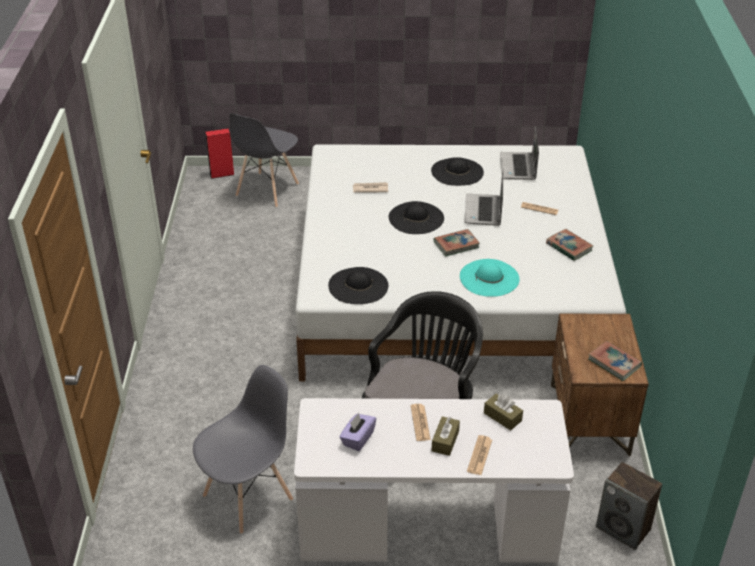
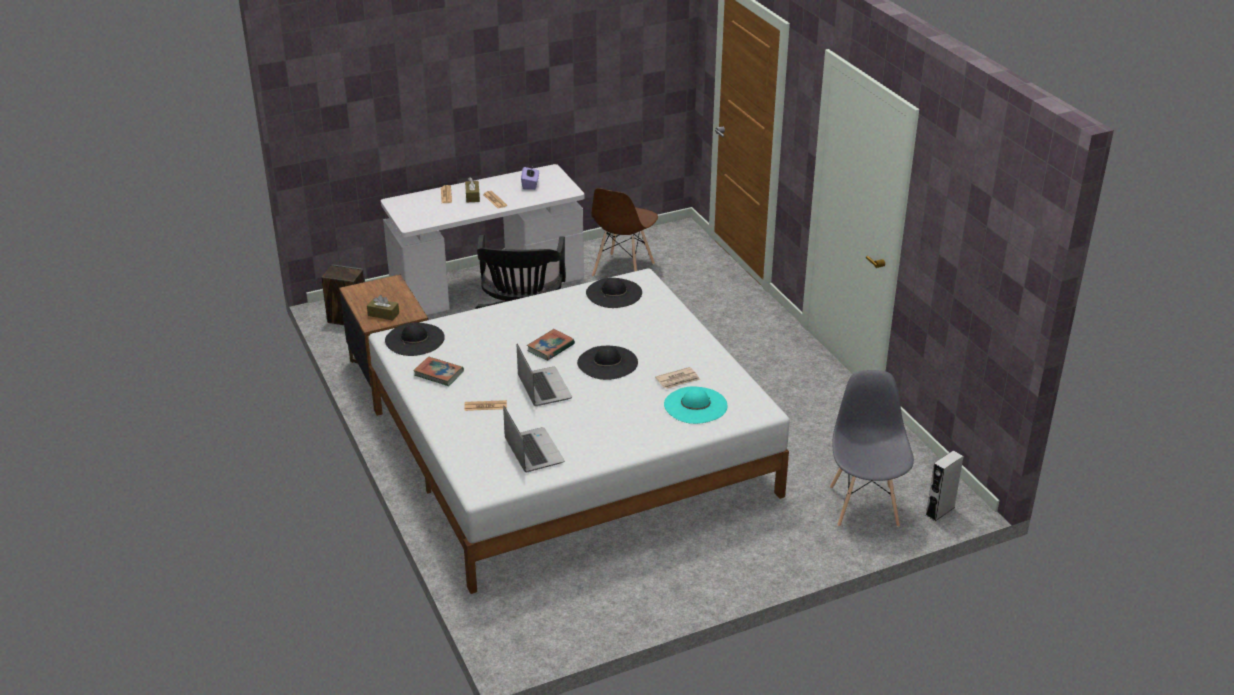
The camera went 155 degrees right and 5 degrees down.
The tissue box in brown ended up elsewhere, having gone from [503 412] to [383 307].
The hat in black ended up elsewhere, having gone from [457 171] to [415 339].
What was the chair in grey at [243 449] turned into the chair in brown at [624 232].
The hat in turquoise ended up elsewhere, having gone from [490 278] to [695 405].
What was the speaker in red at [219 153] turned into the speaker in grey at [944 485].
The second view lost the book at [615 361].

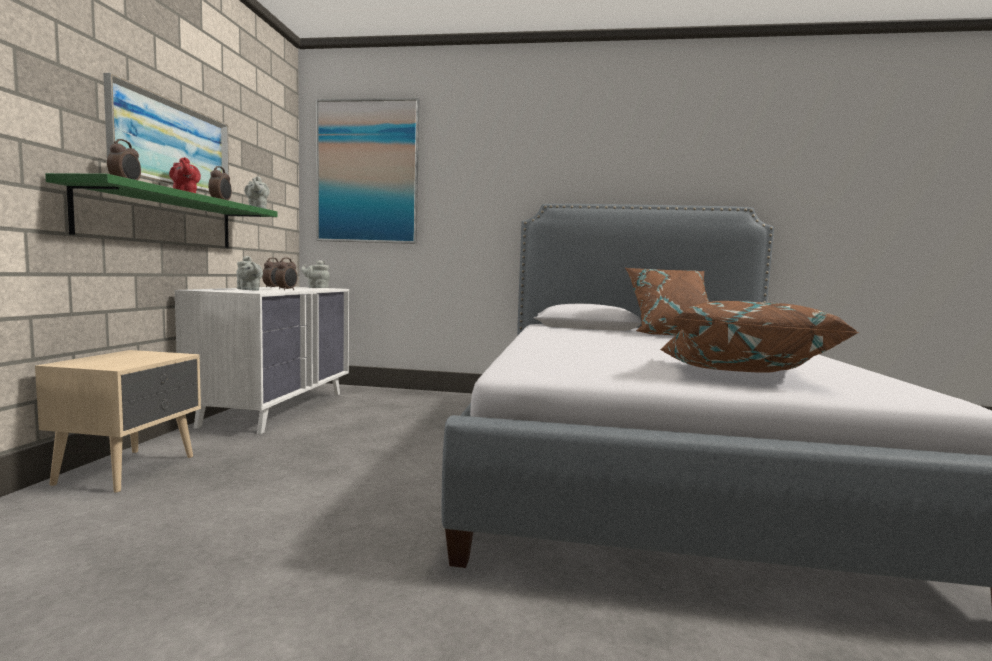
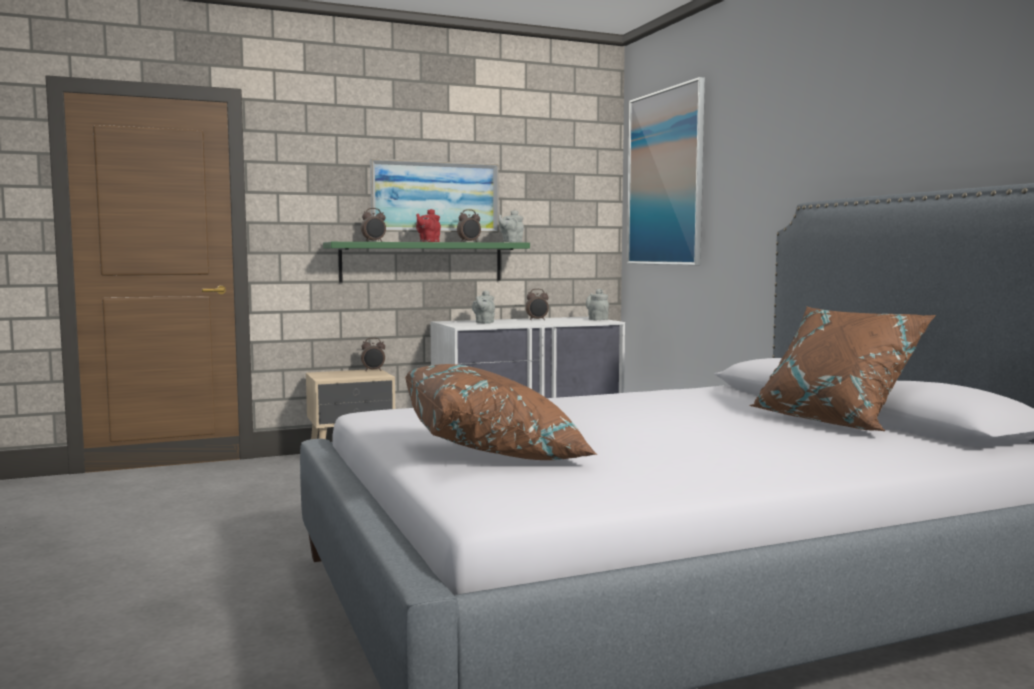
The camera went 60 degrees right and 0 degrees up.
The alarm clock ended up elsewhere, having gone from [286 274] to [373 354].

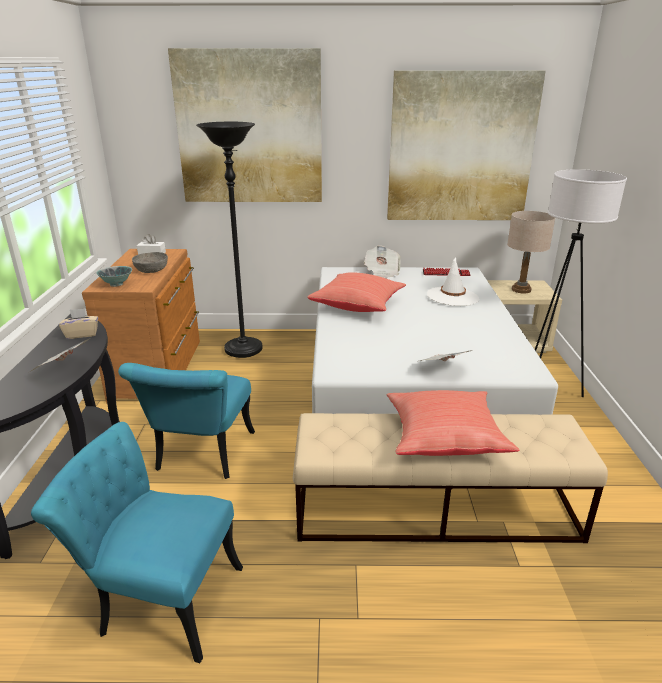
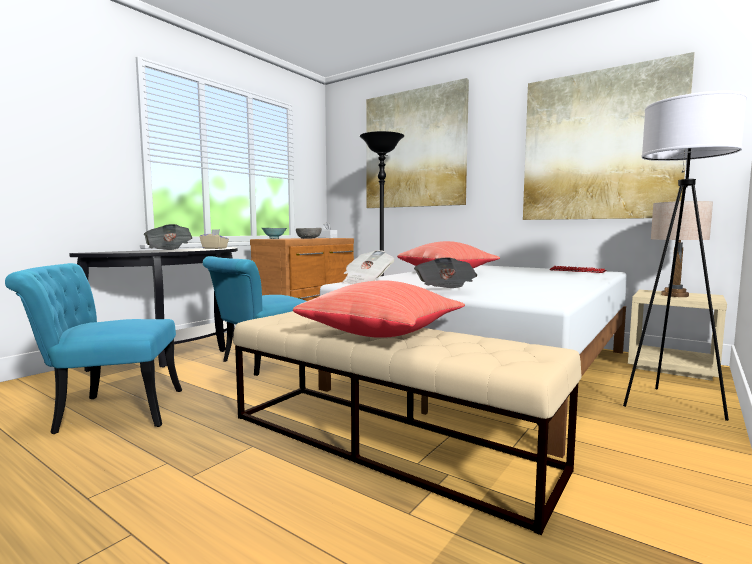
The camera went 35 degrees right and 20 degrees down.
The chair in turquoise at [137 542] ended up facing another way, 60 degrees counterclockwise from before.
The newspaper ended up elsewhere, having gone from [382 262] to [368 267].
The second view lost the hat in white at [453 281].

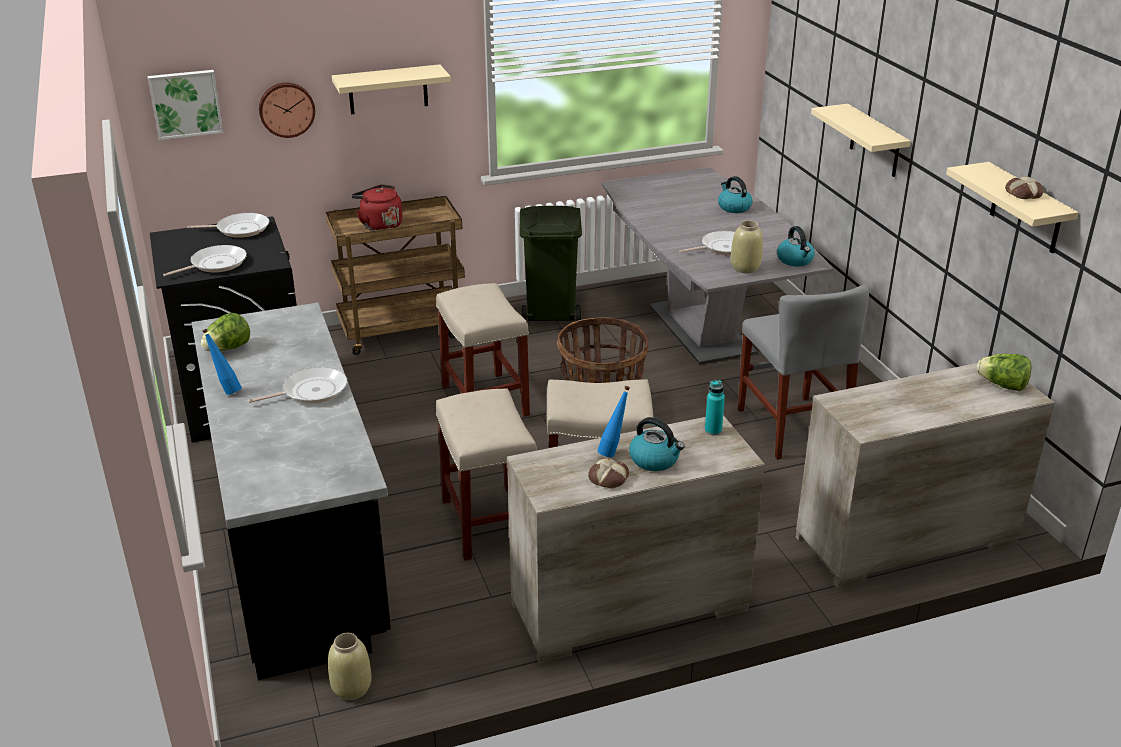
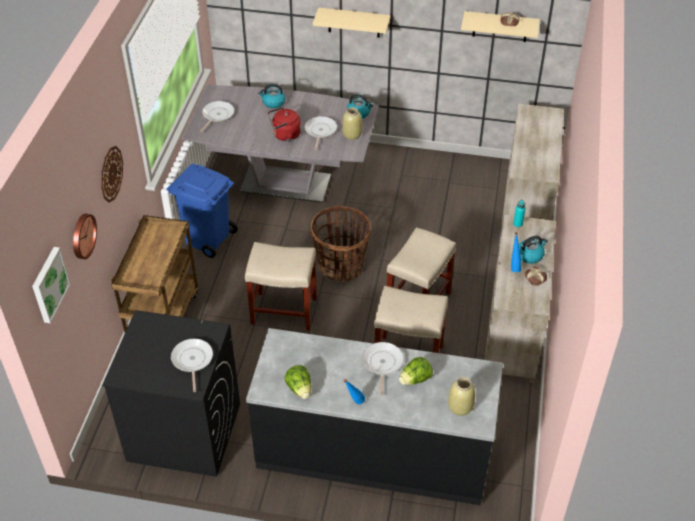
The camera went 60 degrees left and 15 degrees up.
Where the shelf in beige hung at [391 89], the wall clock came to hang at [112 174].
What was the trash can in green at [551 263] turned into the trash can in blue at [202 210].
The frying pan ended up elsewhere, having gone from [228 225] to [217 116].
The kettle in red ended up elsewhere, having gone from [376 207] to [284 124].
The lettuce ended up elsewhere, having gone from [1004 372] to [416 371].
The vase in beige ended up elsewhere, having gone from [350 666] to [461 396].
The second view lost the chair in grey at [803 372].

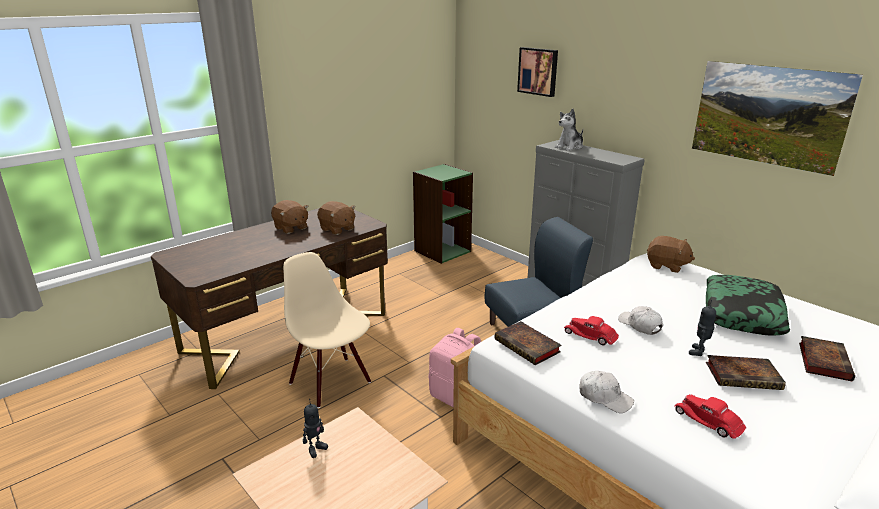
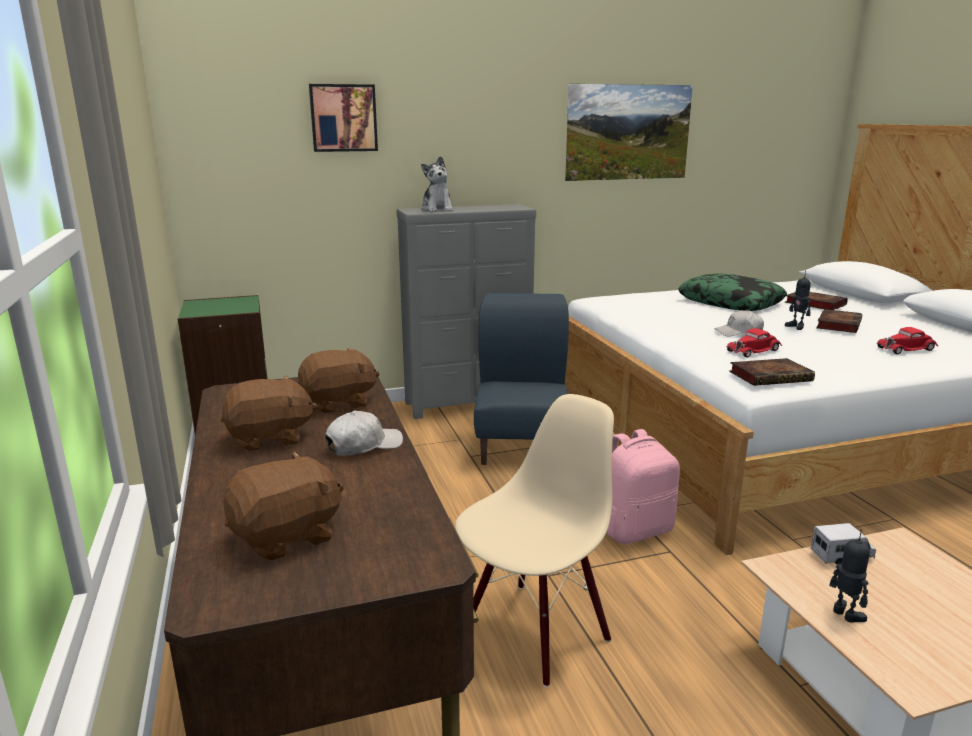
The camera went 65 degrees left and 5 degrees down.
The plush toy in brown ended up elsewhere, having gone from [671 254] to [283 506].
The cap in white ended up elsewhere, having gone from [606 392] to [364 433].
The chair in beige at [327 330] ended up facing another way, 150 degrees clockwise from before.
The second view gained the toy truck at [843 543].

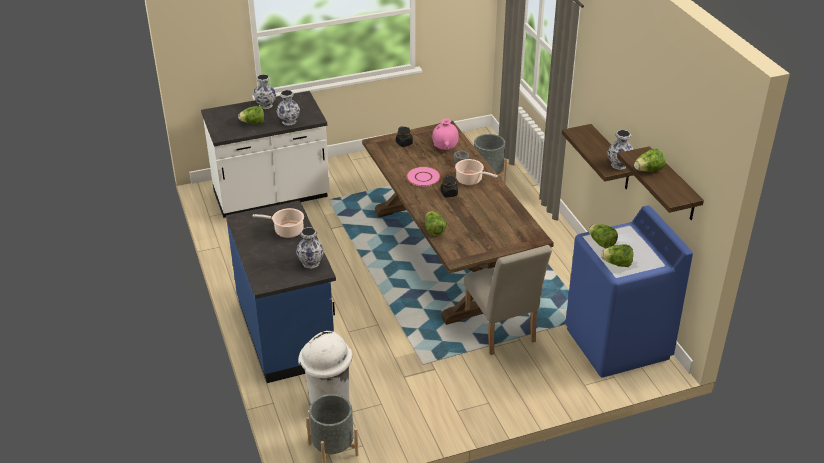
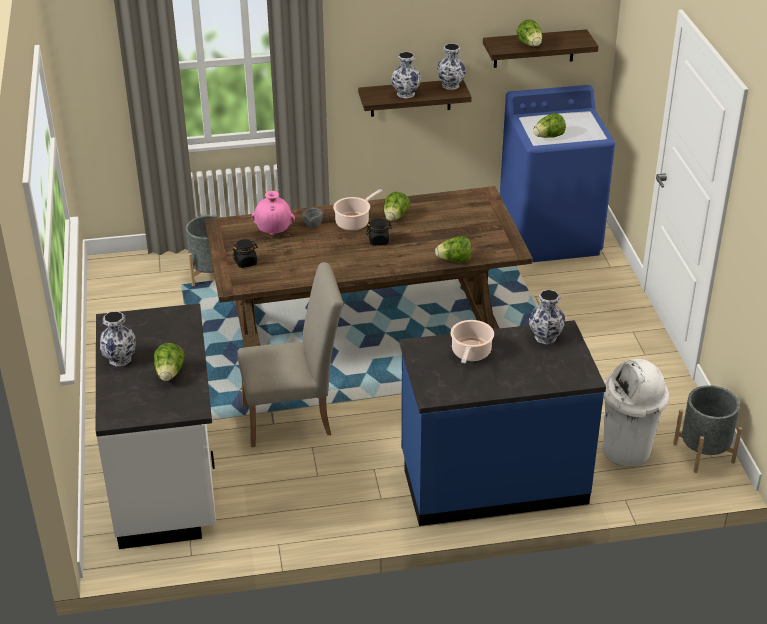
The camera went 80 degrees left and 0 degrees up.
The chair in beige ended up elsewhere, having gone from [508 300] to [290 354].
The lettuce ended up elsewhere, having gone from [617 255] to [396 206].
The vase ended up elsewhere, having gone from [288 108] to [406 75].
The second view lost the plate in pink at [423 176].

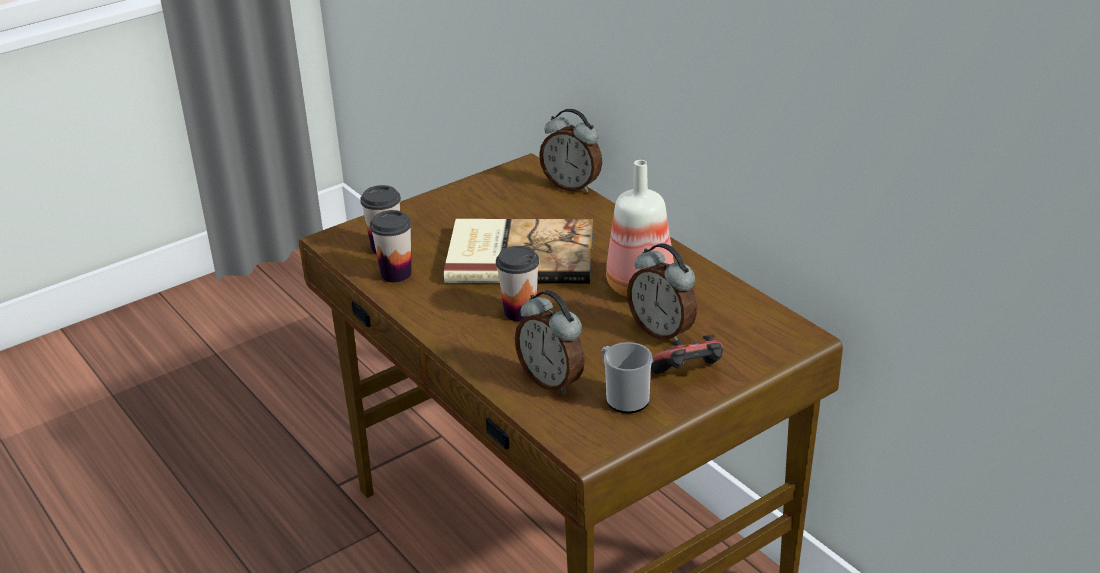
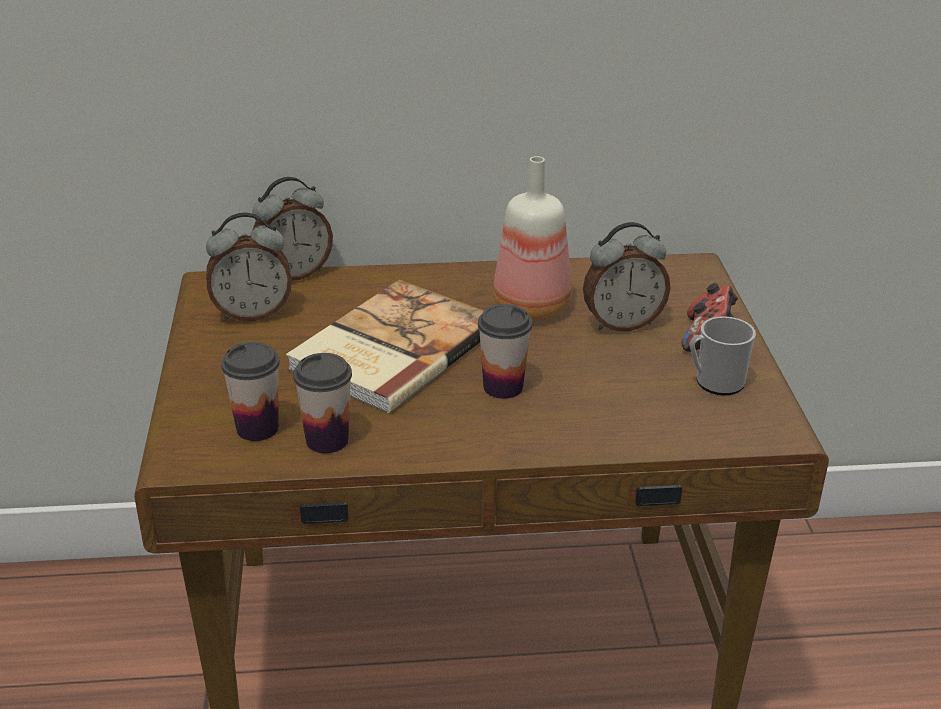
The camera went 60 degrees left and 0 degrees up.
The alarm clock ended up elsewhere, having gone from [550 342] to [249 267].

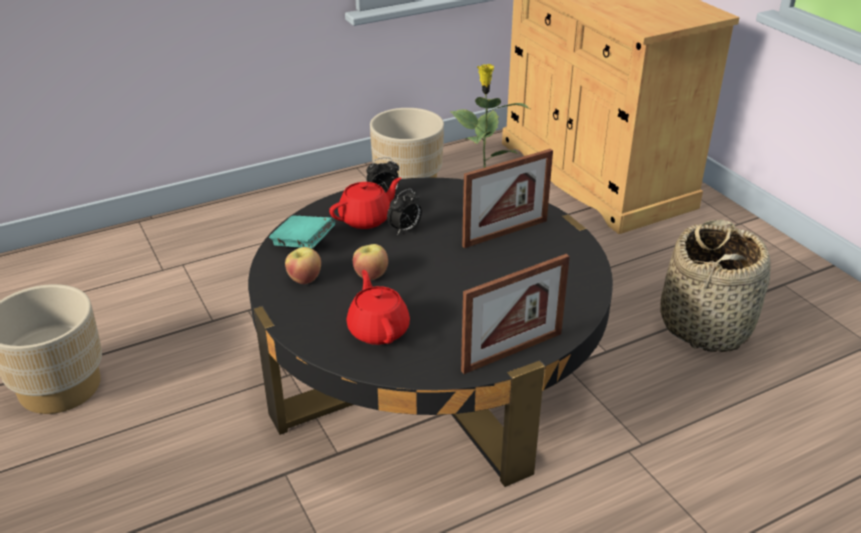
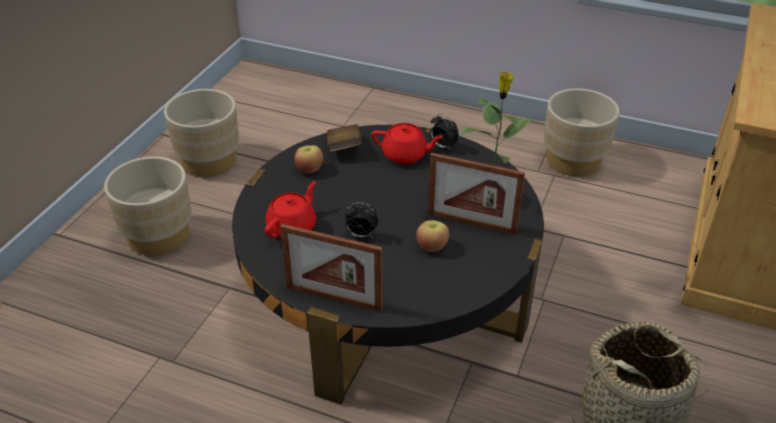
The camera went 50 degrees right and 5 degrees up.
The second view gained the planter in beige at [148 206].
What was the book in turquoise at [302 232] turned into the book in brown at [344 138].
The alarm clock ended up elsewhere, having gone from [404 211] to [361 221].
The apple ended up elsewhere, having gone from [370 262] to [432 236].

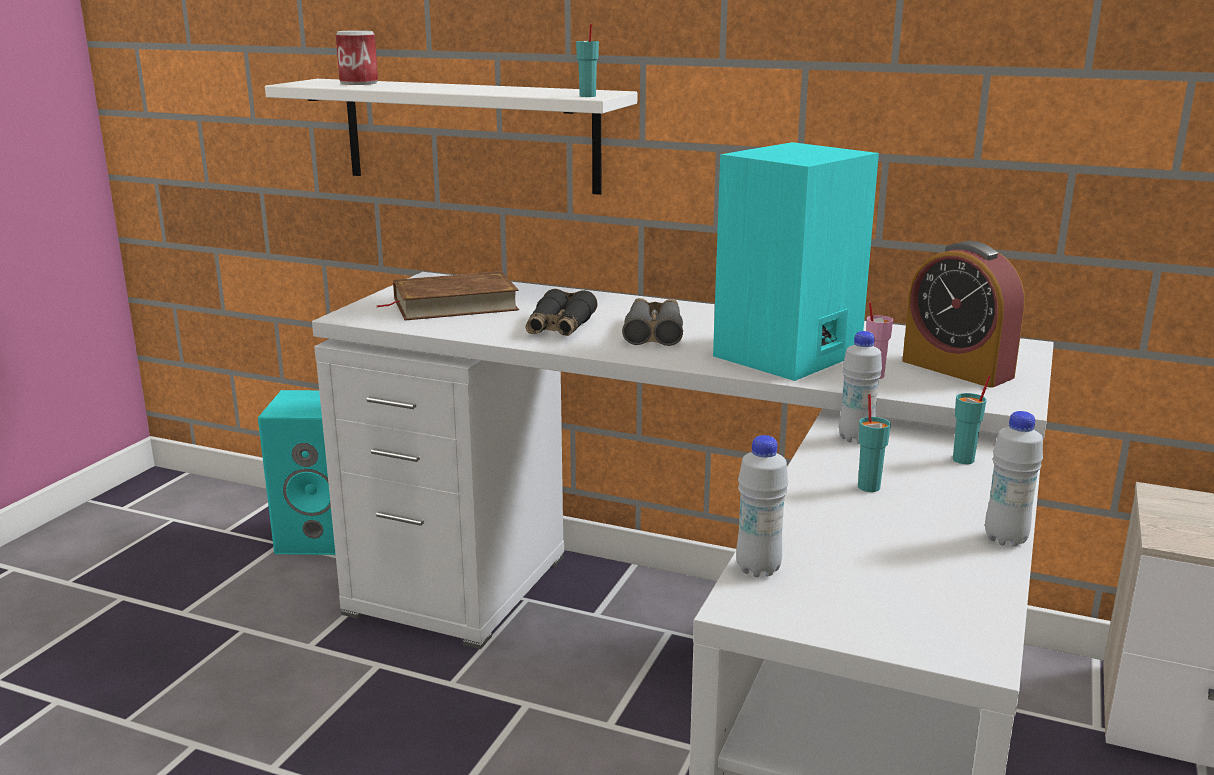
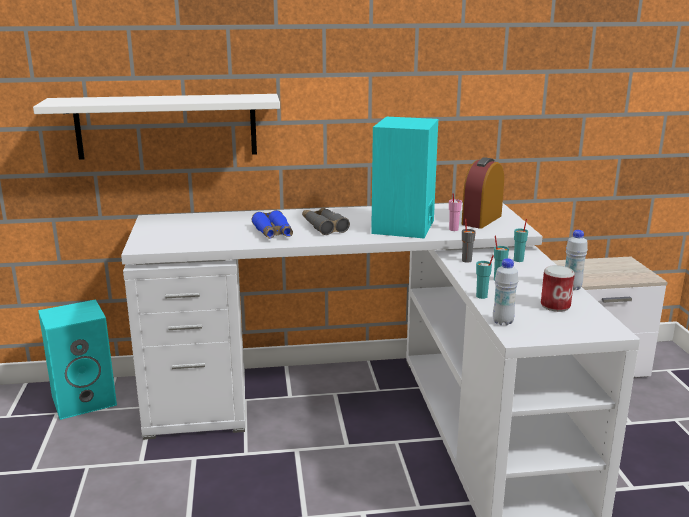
The camera went 30 degrees left and 0 degrees up.
What was the binoculars in black at [561 312] turned into the binoculars in blue at [272 224].
The alarm clock at [963 314] ended up facing another way, 105 degrees clockwise from before.
Where the bottle in white stood at [860 387], the cup in grey came to stand at [469 241].
The cup in turquoise ended up elsewhere, having gone from [587 60] to [485 277].
The can ended up elsewhere, having gone from [357 57] to [558 288].
The second view lost the book in brown at [447 295].

